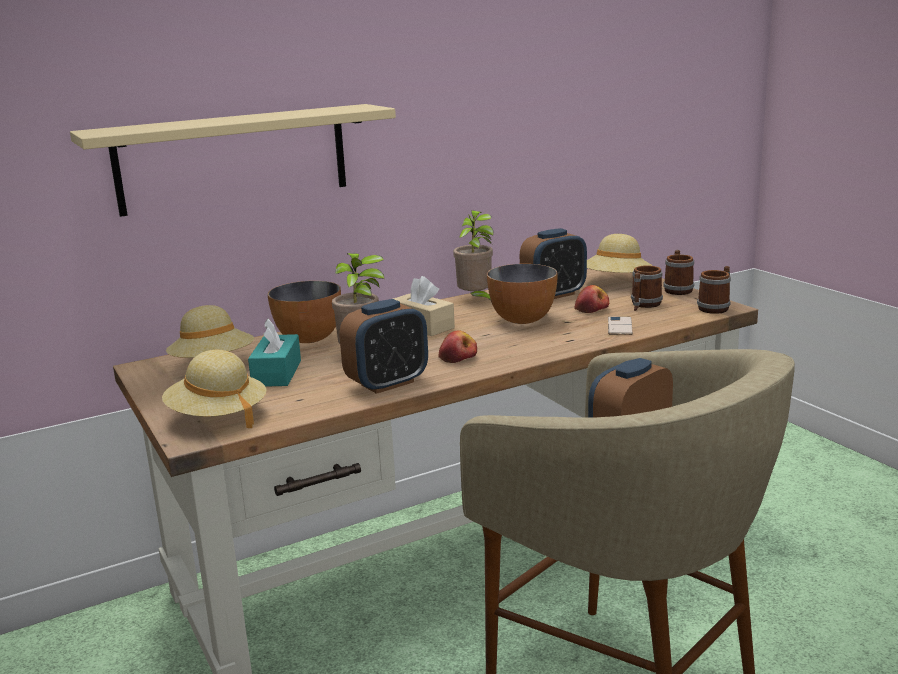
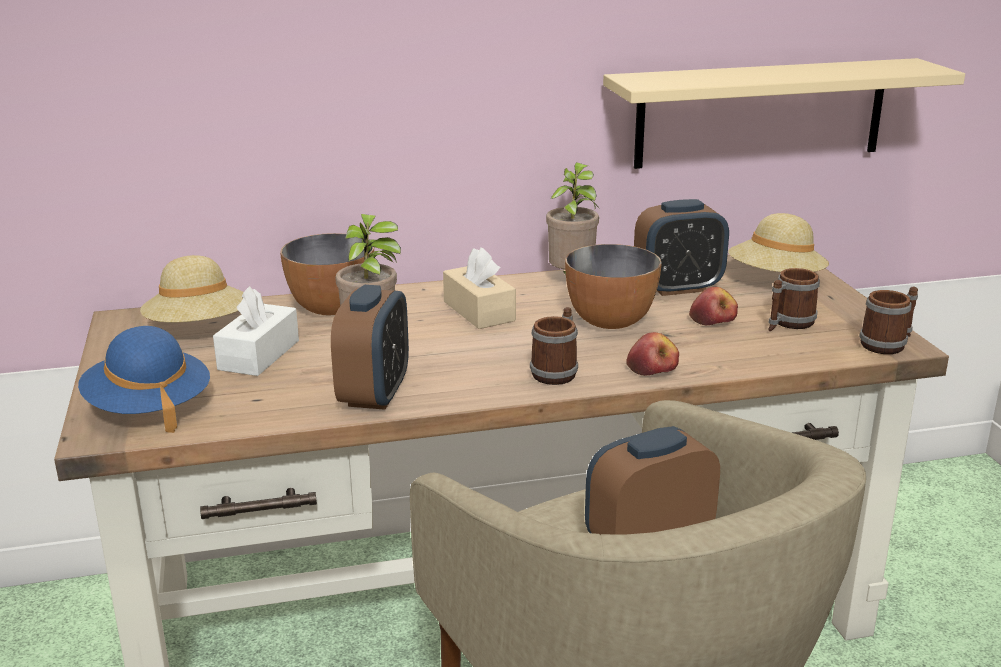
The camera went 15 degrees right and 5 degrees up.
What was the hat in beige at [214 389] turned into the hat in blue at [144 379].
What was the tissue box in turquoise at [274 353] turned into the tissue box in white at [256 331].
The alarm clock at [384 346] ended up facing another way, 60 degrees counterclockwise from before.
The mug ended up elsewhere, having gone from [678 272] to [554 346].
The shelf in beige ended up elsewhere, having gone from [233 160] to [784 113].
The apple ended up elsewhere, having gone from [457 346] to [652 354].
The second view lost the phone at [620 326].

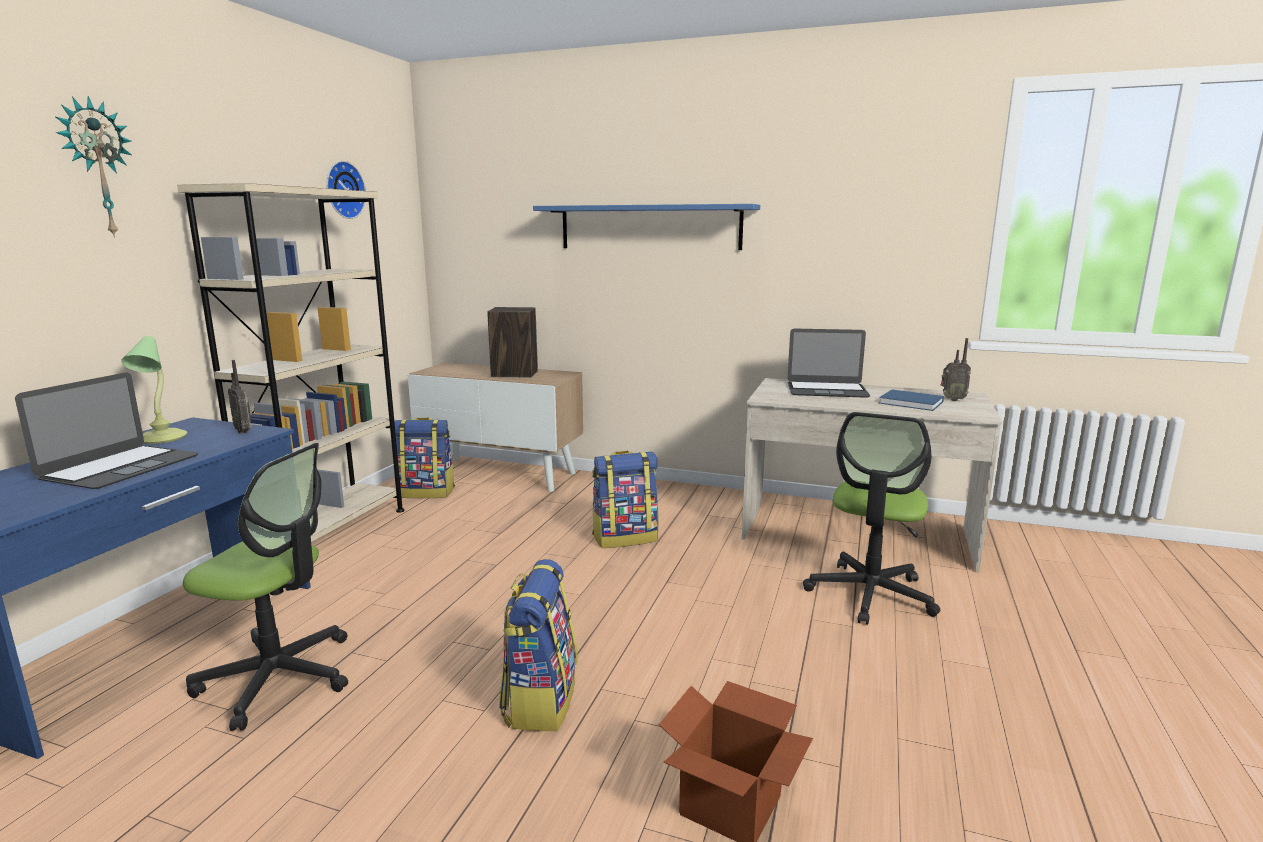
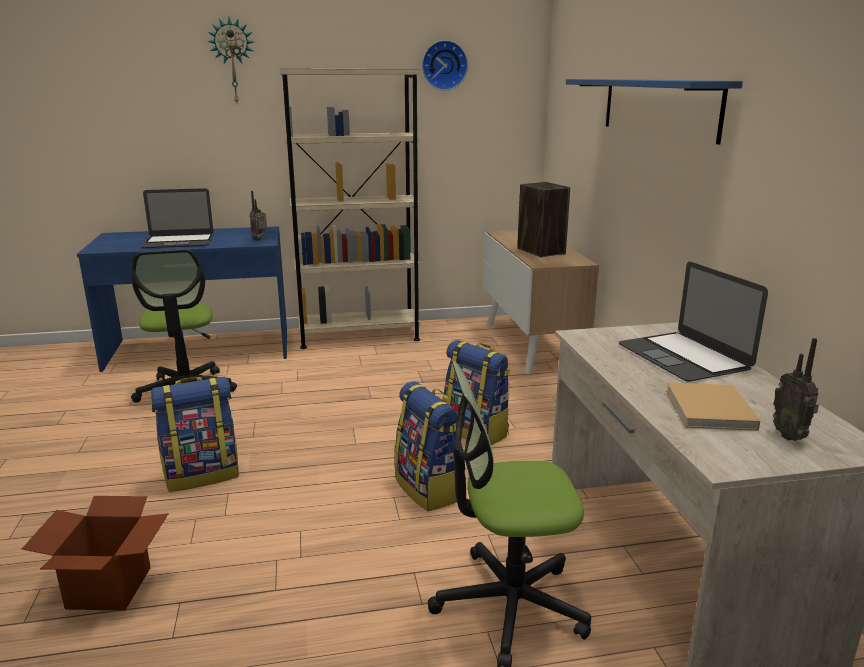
The camera went 60 degrees right and 5 degrees up.
The backpack ended up elsewhere, having gone from [424 458] to [425 446].
What was the book in blue at [911 400] turned into the book in beige at [713 407].
The second view lost the table lamp at [154 390].

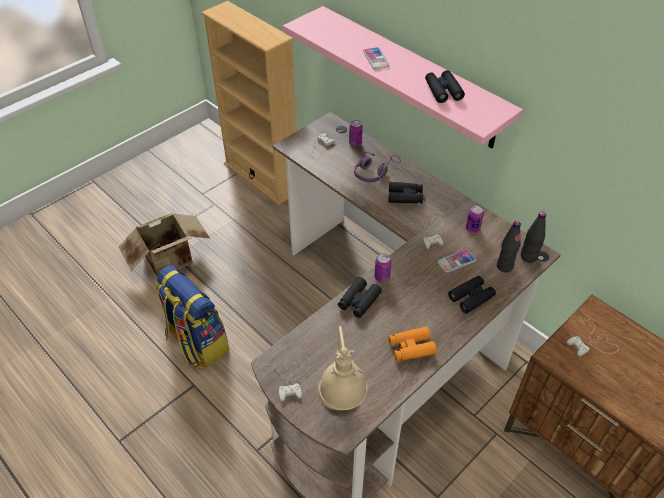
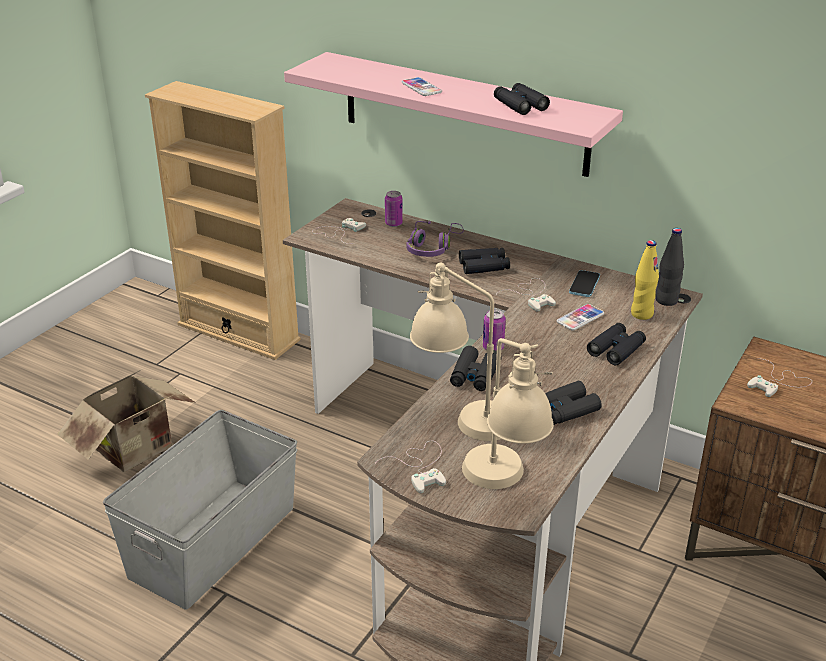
The camera went 15 degrees left and 15 degrees down.
Where the backpack stood at [192 317], the storage box in grey came to stand at [200 510].
The second view gained the table lamp in beige at [455 351].
What was the binoculars in orange at [412 344] turned into the binoculars in black at [573 403].
Where the can stood at [475 219], the phone came to stand at [584 283].
What was the bottle in black at [509 246] turned into the bottle in yellow at [645 280].

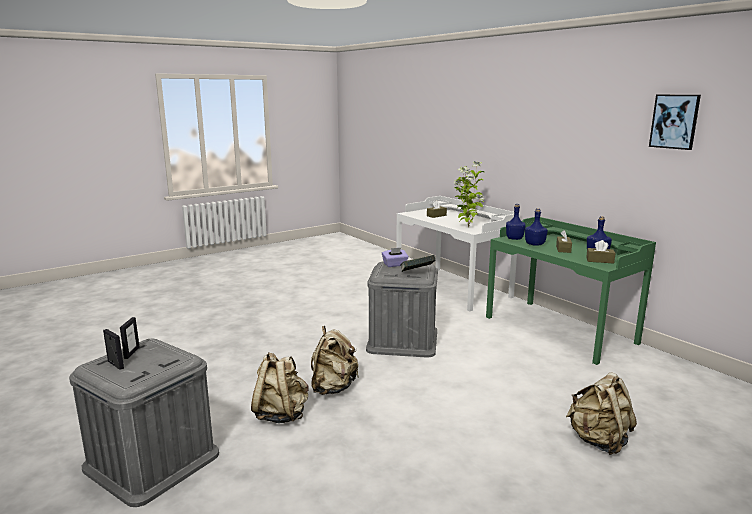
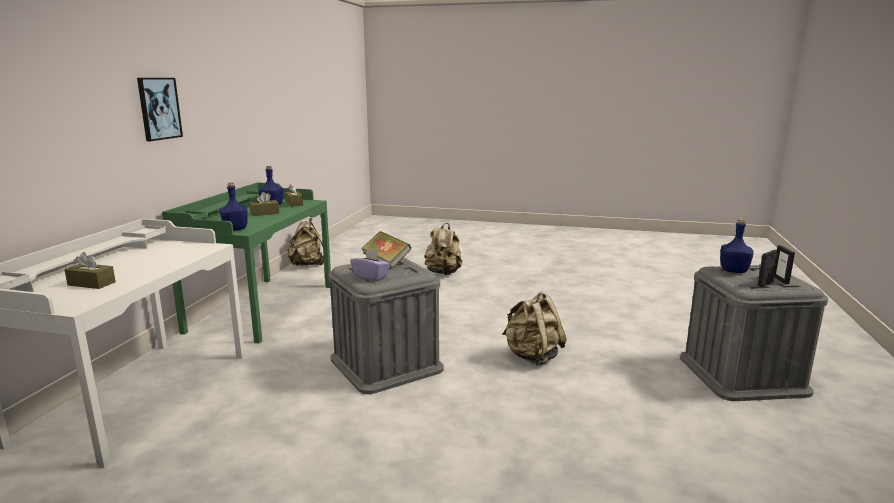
The camera went 130 degrees left and 0 degrees up.
The picture ended up elsewhere, having gone from [675 122] to [160 109].
The backpack in beige ended up elsewhere, having gone from [280 387] to [306 242].
The bottle in blue ended up elsewhere, having gone from [536 227] to [737 246].
The second view lost the potted plant at [469 194].

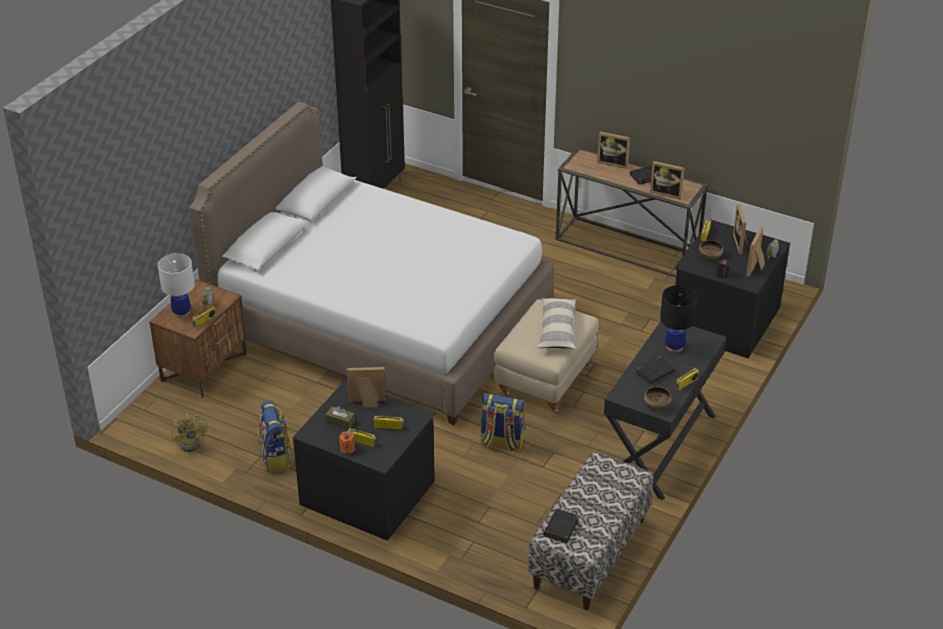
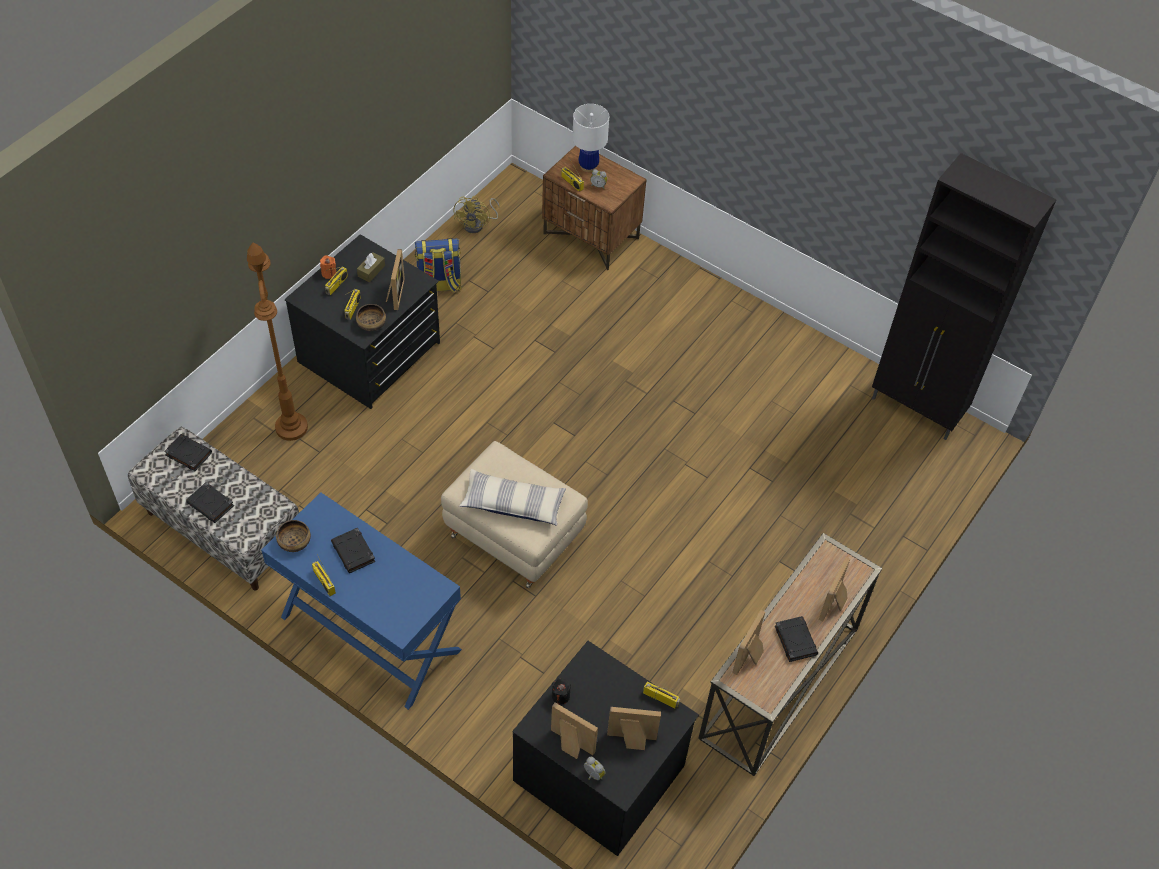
The camera went 95 degrees right and 15 degrees up.
The second view gained the book in black at [210 502].
The second view gained the floor lamp in brown at [277 341].
What was the desk in black at [665 410] turned into the desk in blue at [361 601].
The bowl ended up elsewhere, having gone from [711 250] to [371 317].
The fan in yellow at [189 432] ended up facing another way, 60 degrees counterclockwise from before.
The second view lost the bed in white at [372 263].
The second view lost the backpack at [502 422].
The second view lost the table lamp in black at [679 319].

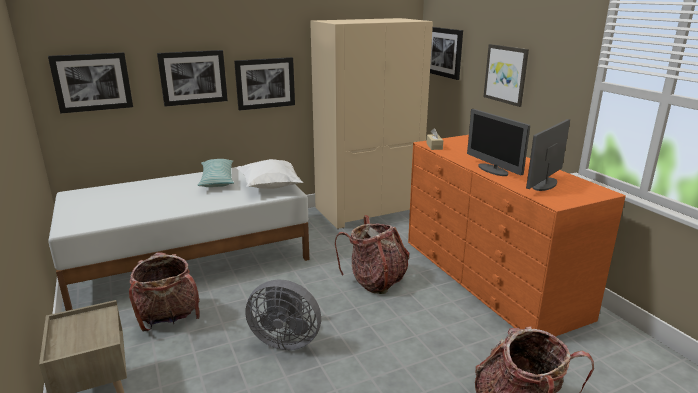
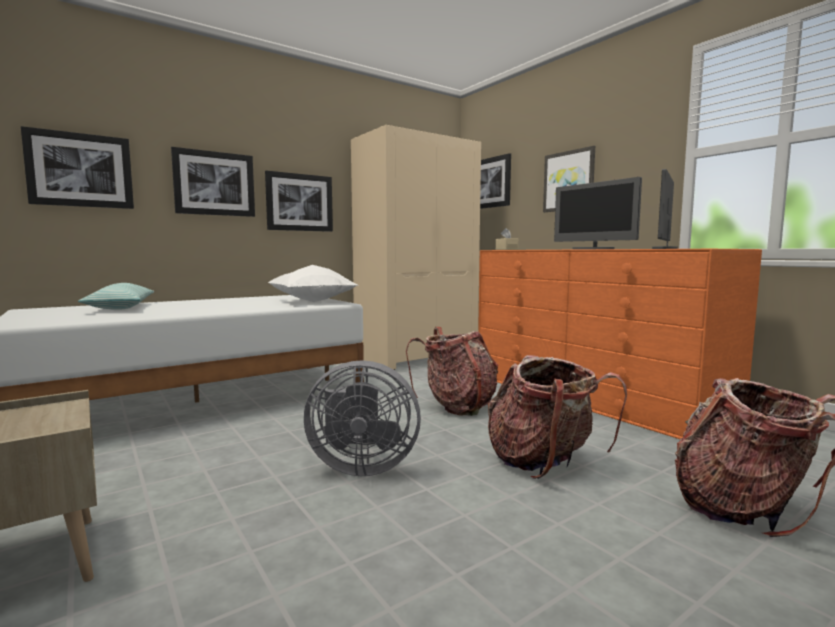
The camera went 10 degrees left and 15 degrees down.
The pillow ended up elsewhere, having gone from [216 173] to [116 296].
The backpack ended up elsewhere, having gone from [164 291] to [557 417].

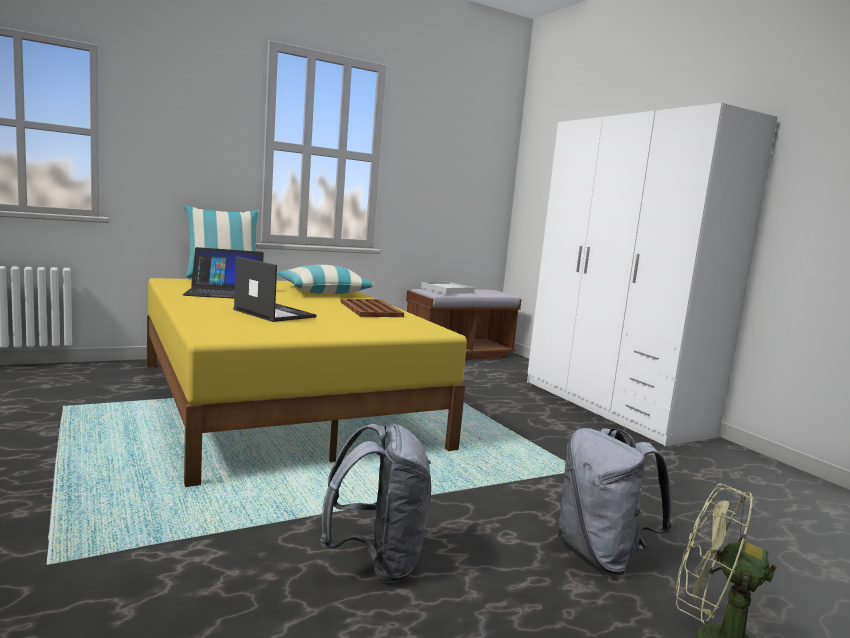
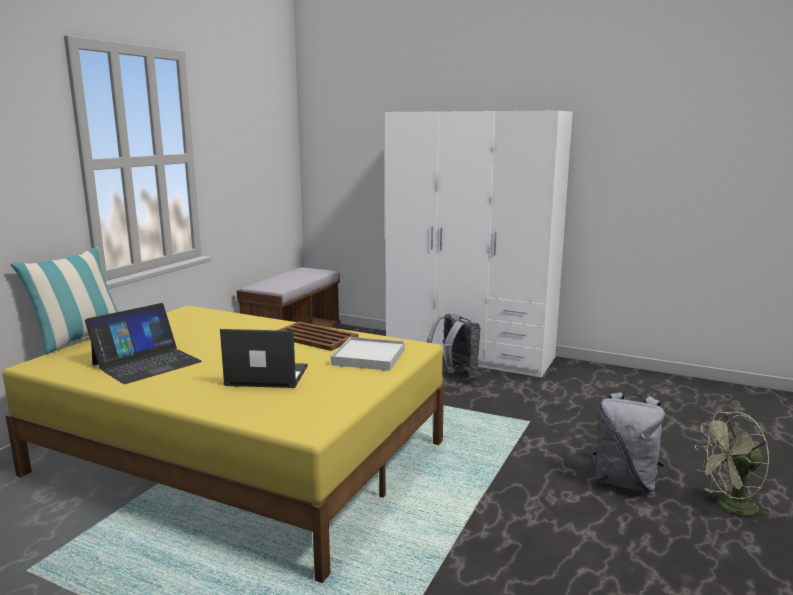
The camera went 35 degrees left and 5 degrees up.
The tray in white ended up elsewhere, having gone from [448 288] to [368 354].
The backpack in grey ended up elsewhere, having gone from [375 503] to [454 348].
The second view lost the pillow at [325 279].

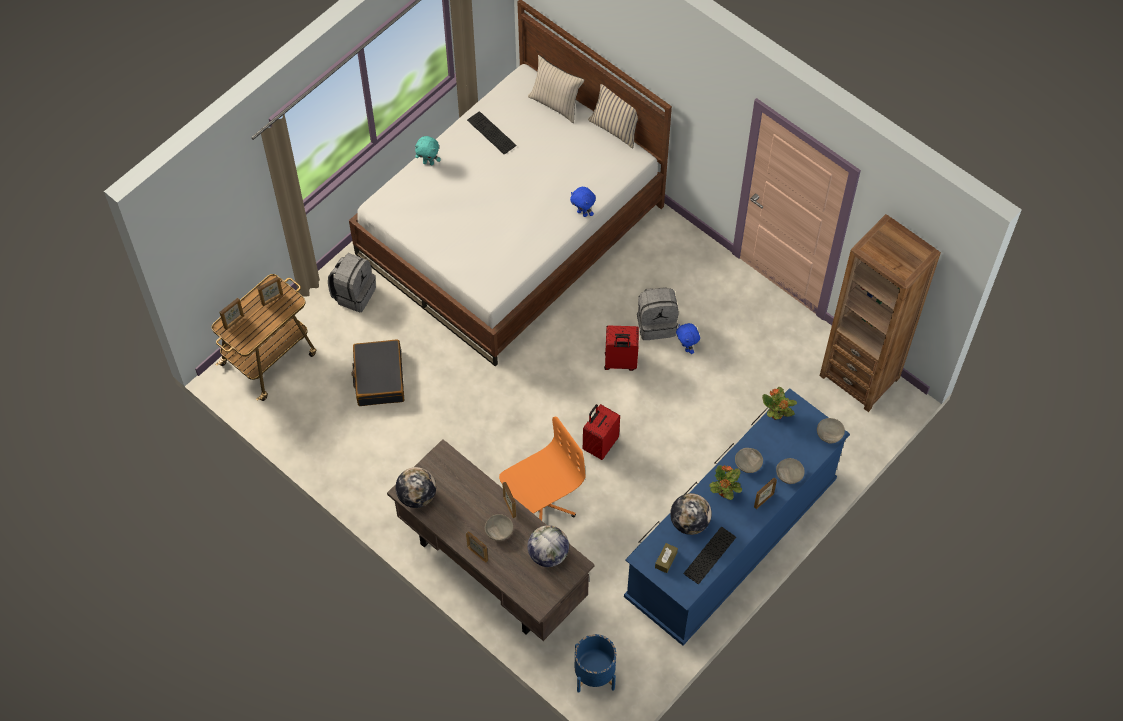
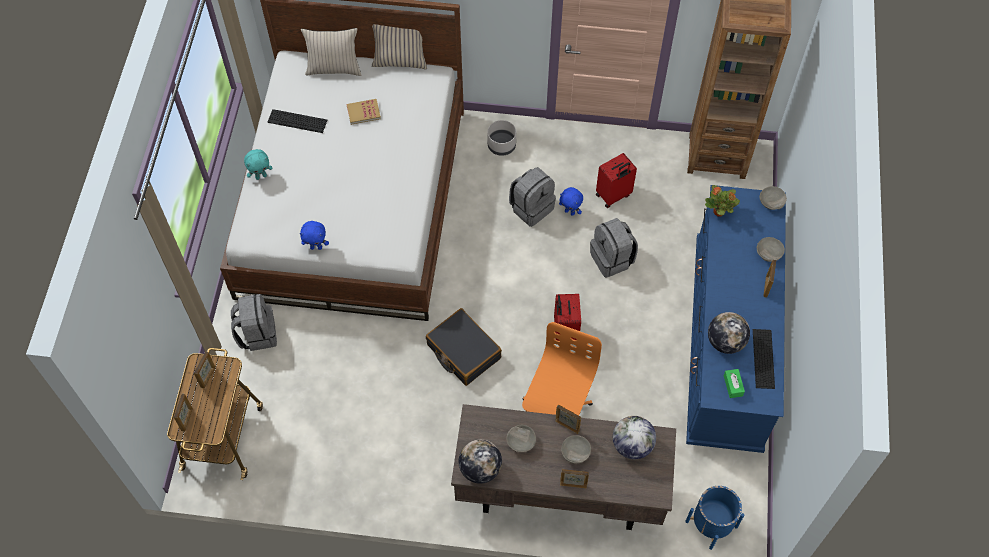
The camera went 35 degrees left and 0 degrees up.
The plush toy in blue ended up elsewhere, having gone from [583 202] to [314 235].
The second view gained the book at [363 112].
The suitcase in black ended up elsewhere, having gone from [378 373] to [464 347].
The second view gained the planter in grey at [501 138].
The bowl in grey ended up elsewhere, having gone from [749 460] to [521 438].
The second view gained the backpack in grey at [614 248].
The suitcase in red ended up elsewhere, having gone from [621 348] to [616 180].
What was the tissue box in brown at [666 558] turned into the tissue box in green at [734 383].
The second view lost the potted plant at [725 482].

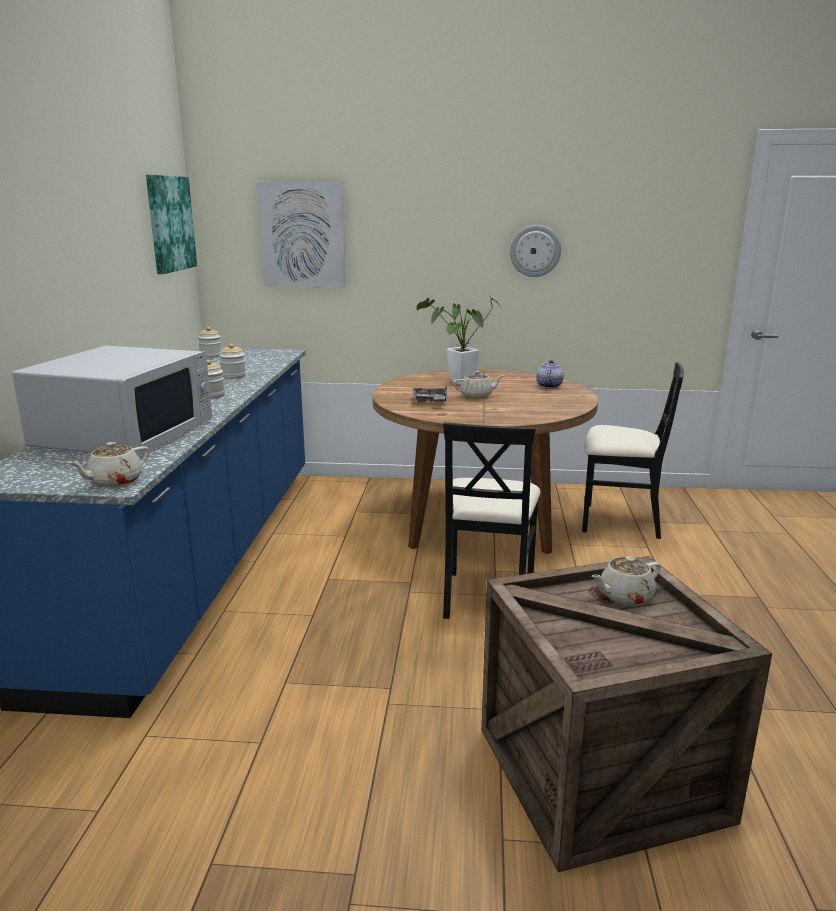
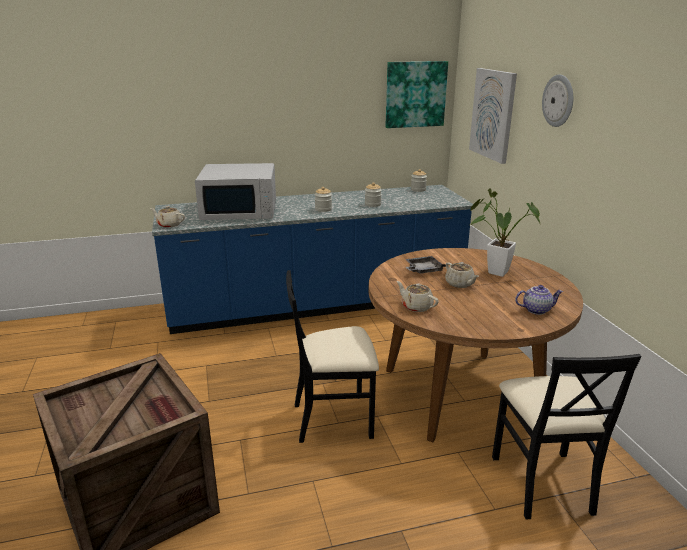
The camera went 70 degrees right and 5 degrees up.
The teapot in beige ended up elsewhere, having gone from [626 581] to [418 296].
The wall clock ended up elsewhere, having gone from [535 251] to [557 100].

